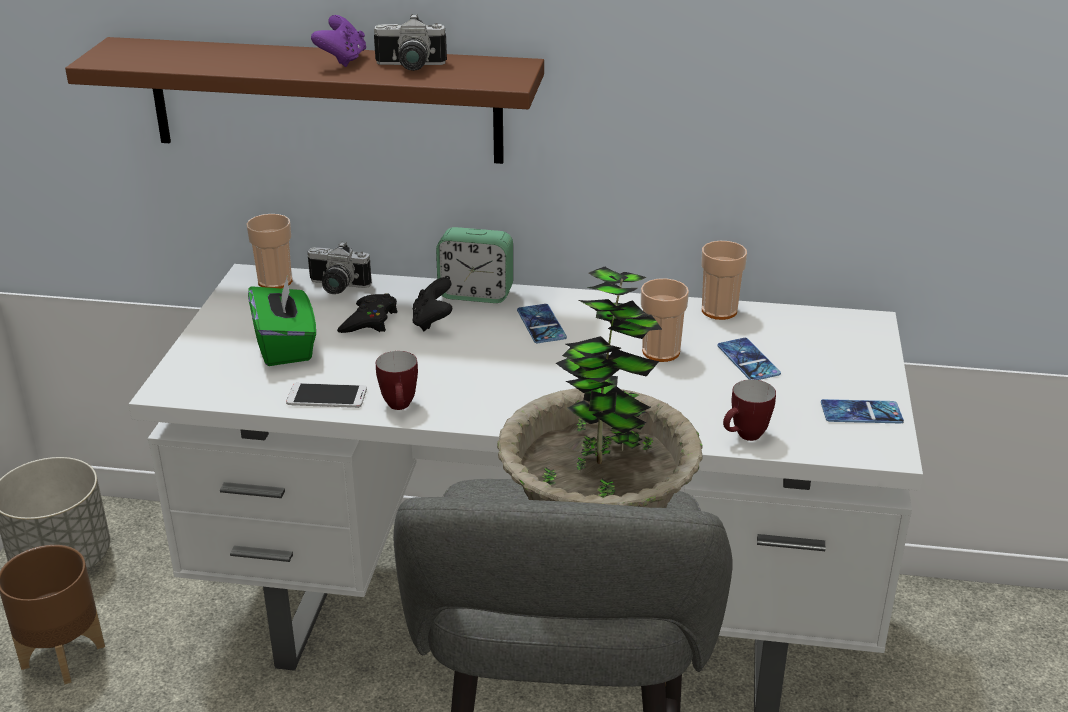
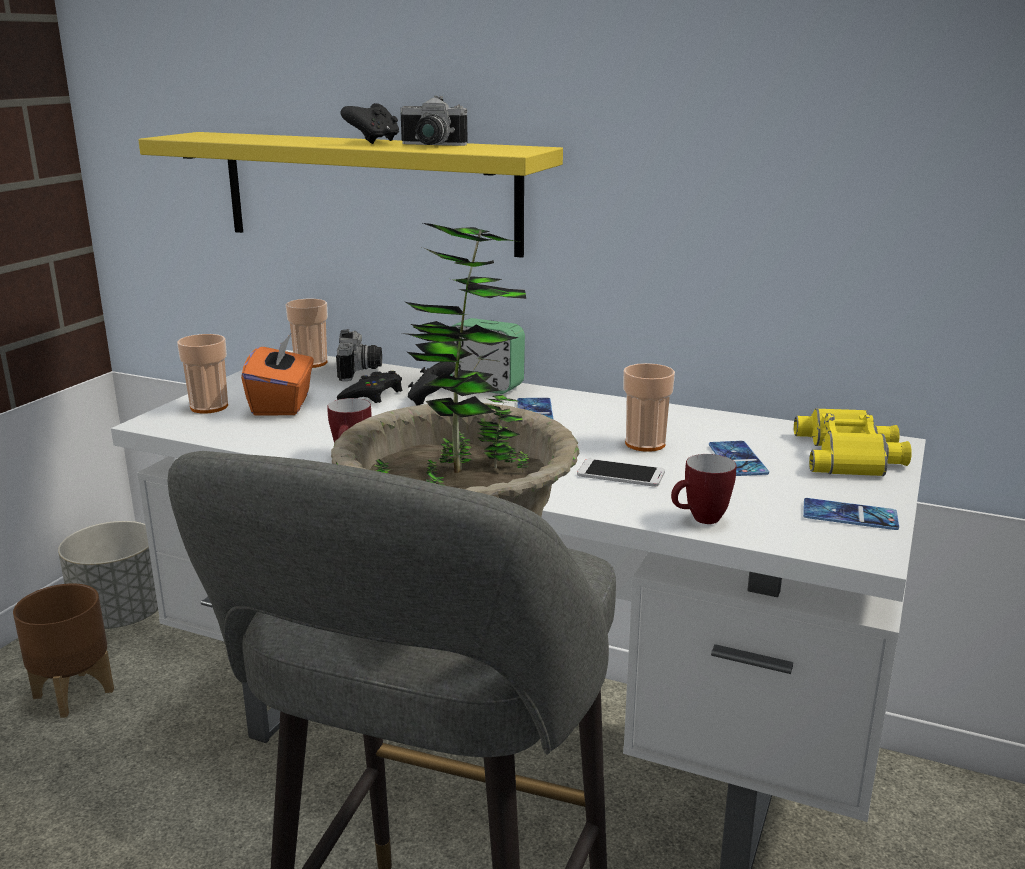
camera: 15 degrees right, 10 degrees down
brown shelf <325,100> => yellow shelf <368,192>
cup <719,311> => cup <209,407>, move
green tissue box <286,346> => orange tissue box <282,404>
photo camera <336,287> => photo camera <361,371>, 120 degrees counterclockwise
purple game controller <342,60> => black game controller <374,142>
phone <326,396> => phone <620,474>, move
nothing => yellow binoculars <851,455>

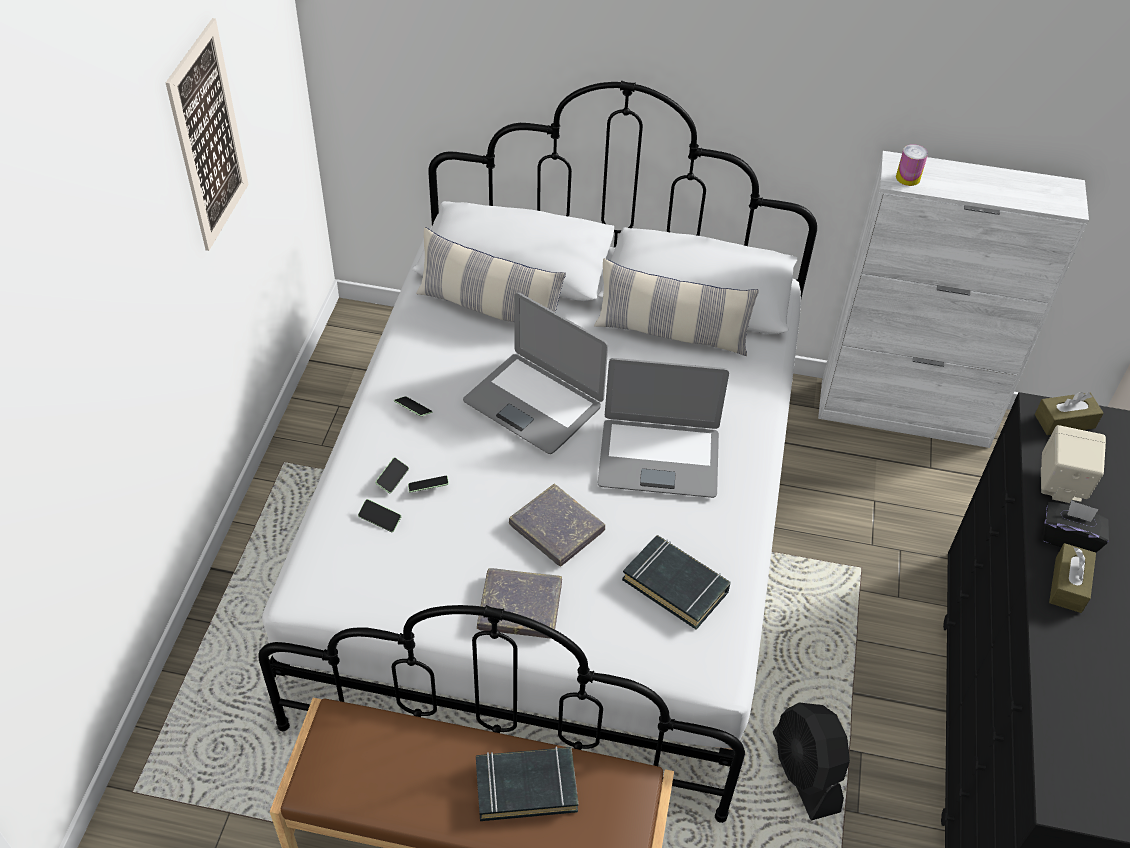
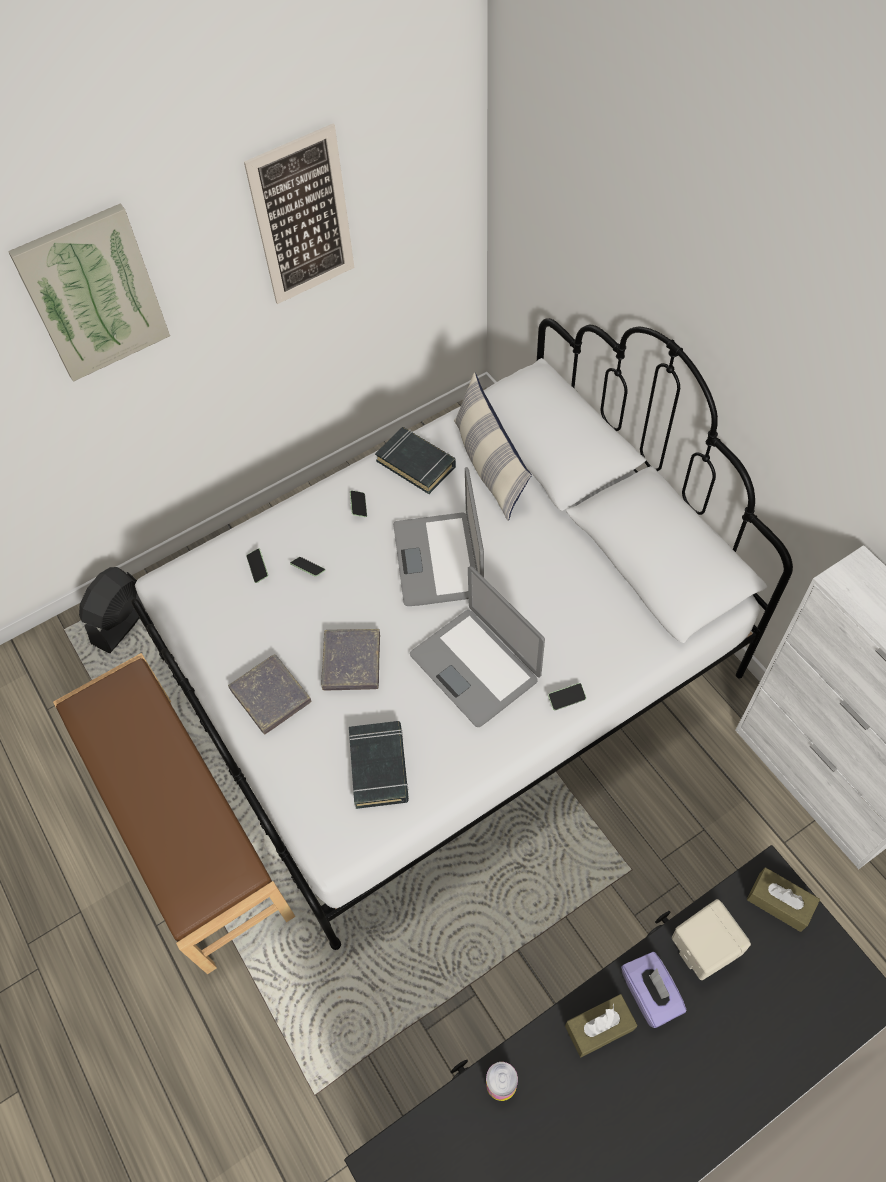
camera: 50 degrees right, 10 degrees up
nothing => picture <93,294>
black fan <805,772> => black fan <122,621>, move
black book <526,786> => black book <416,463>, move
can <907,178> => can <501,1083>, move
phone <392,479> => phone <566,699>, move
black tissue box <1068,537> => purple tissue box <650,993>
pillow <671,333> => nothing

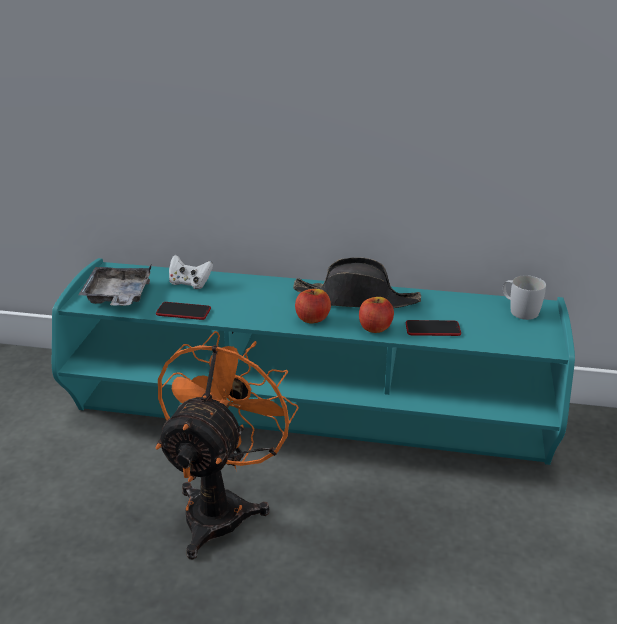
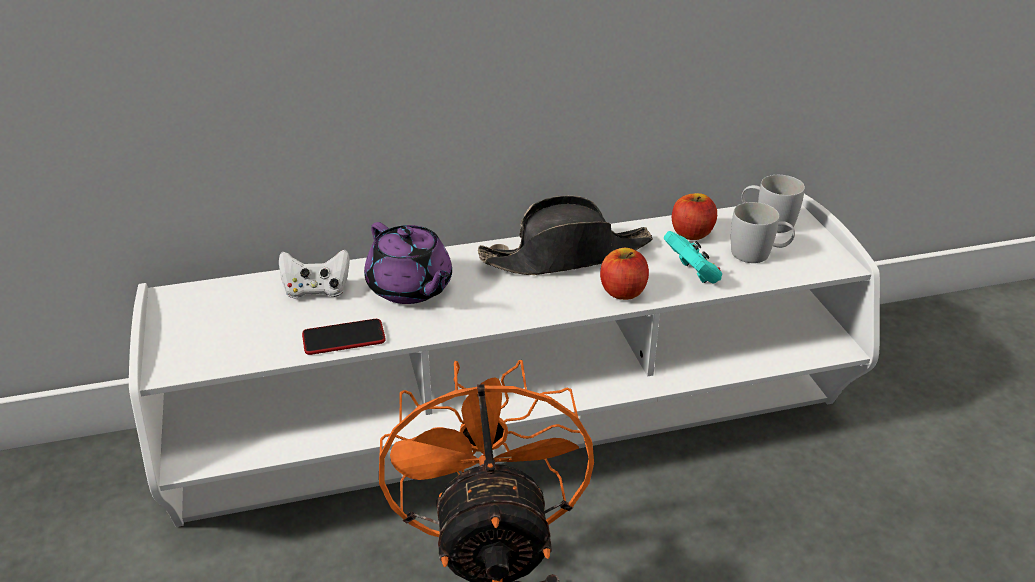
camera: 25 degrees left, 5 degrees up
turquoise tv stand <309,418> => white tv stand <518,432>
nothing => purple teapot <410,288>
phone <432,329> => turquoise game controller <692,274>
apple <312,319> => apple <691,233>, move
nothing => white mug <758,254>
grey tray <118,297> => nothing

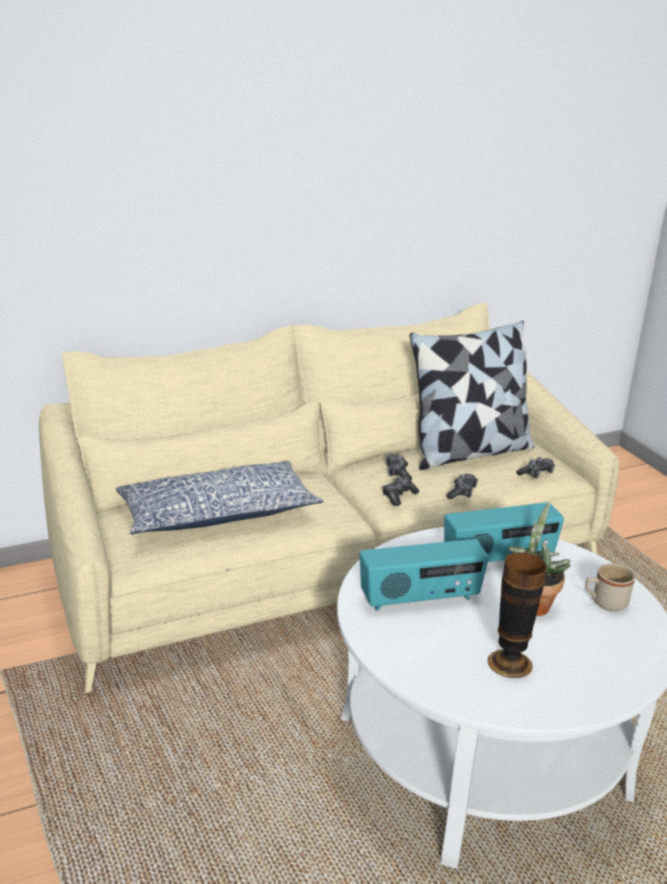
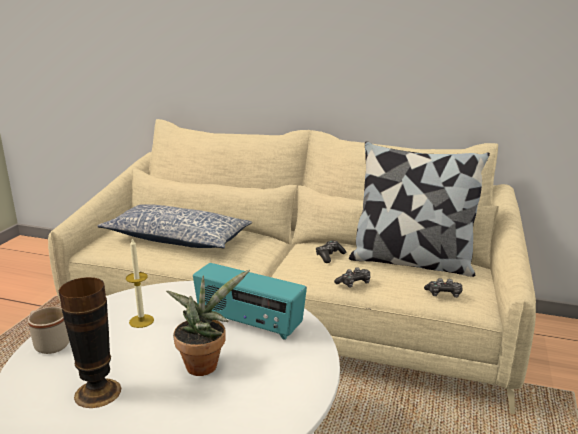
camera: 45 degrees right, 5 degrees down
beige mug <604,603> => beige mug <49,343>, move
radio <420,599> => candle <141,321>
game controller <398,496> => nothing

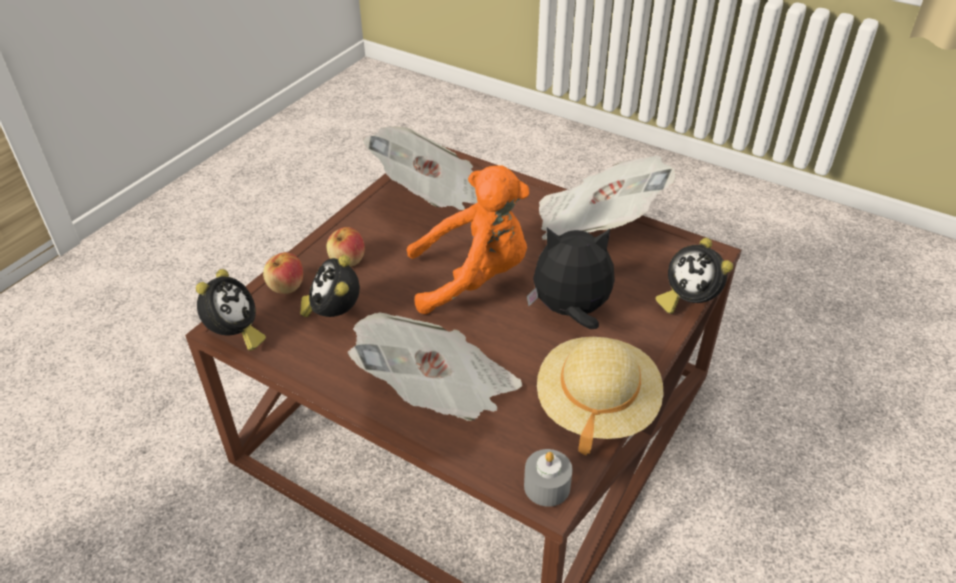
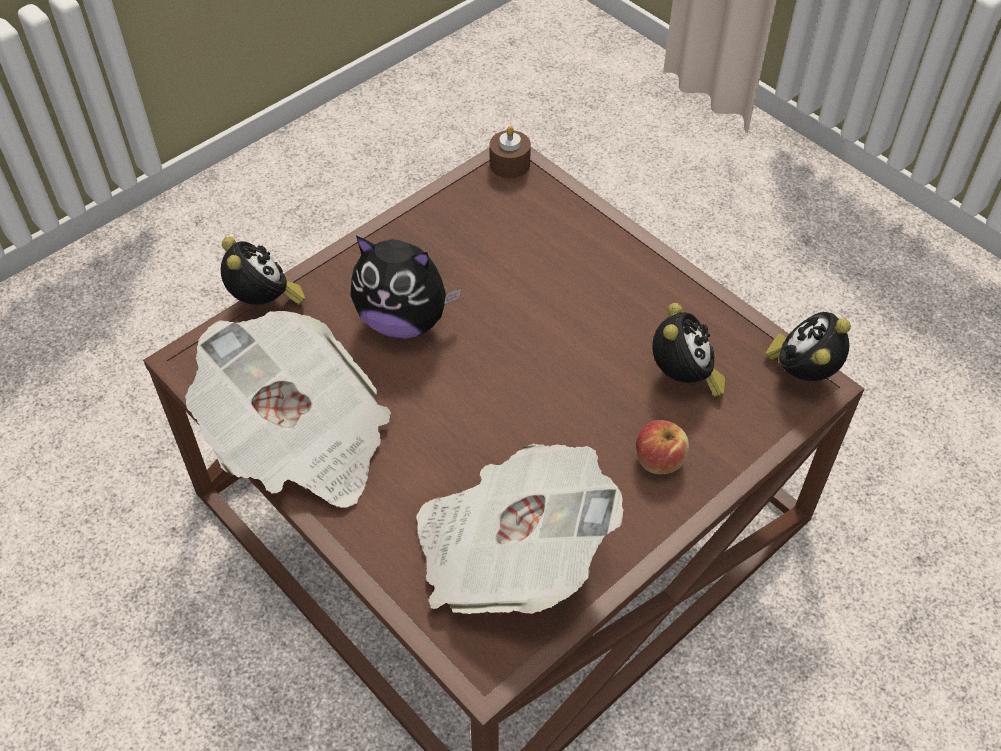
camera: 165 degrees left, 10 degrees up
grey candle <547,486> => brown candle <509,164>
apple <286,286> => nothing
newspaper <440,393> => nothing
orange plush toy <474,278> => nothing
beige hat <596,406> => nothing

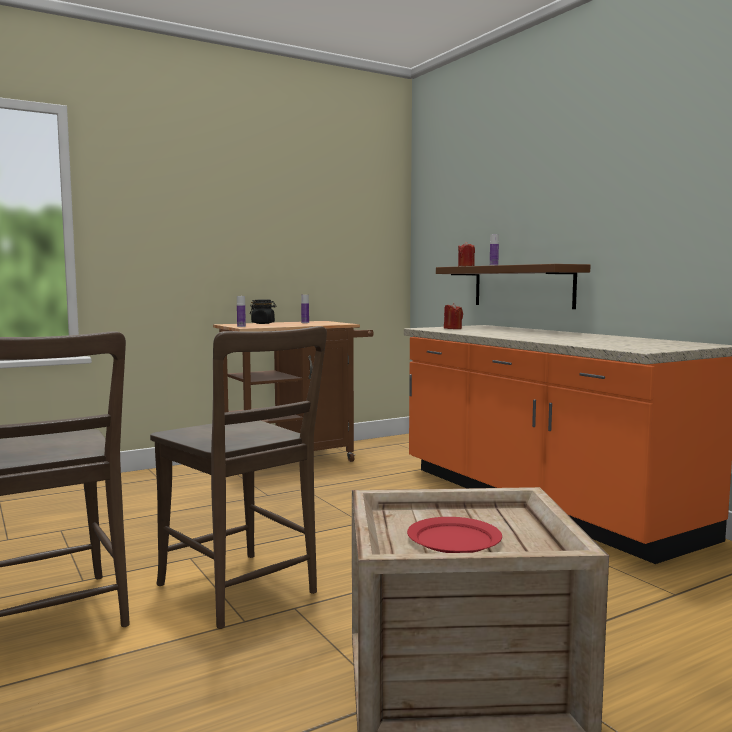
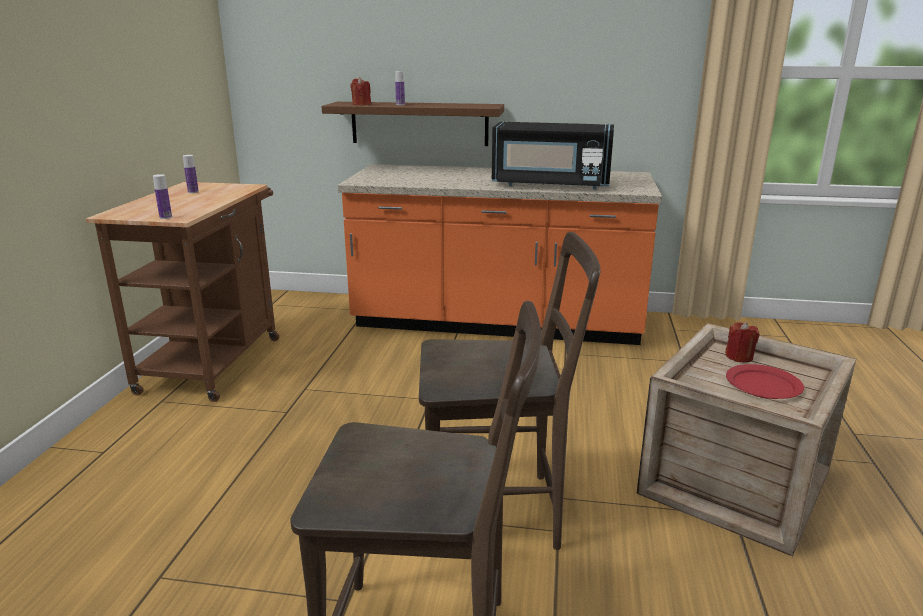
camera: 50 degrees left, 15 degrees up
nothing => black microwave <550,184>
red candle <452,328> => red candle <739,357>, move
black jar <263,323> => nothing

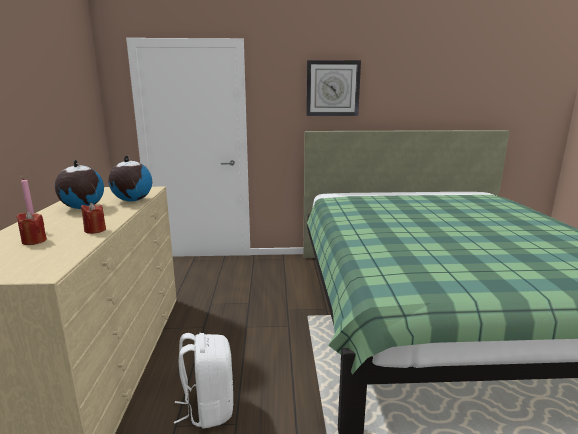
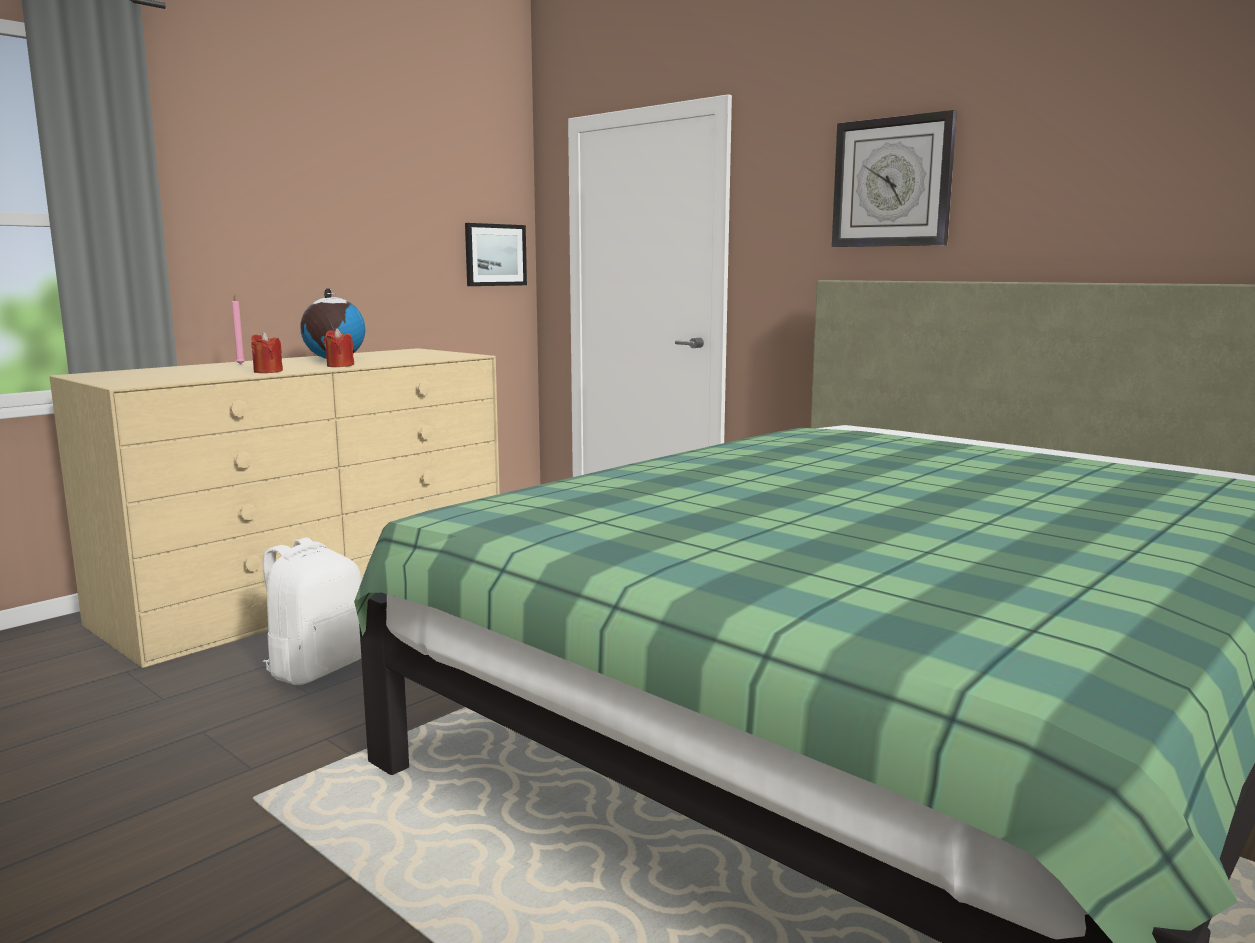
camera: 45 degrees right, 5 degrees down
red candle <34,241> => red candle <340,366>, move
nothing => picture <495,255>
globe <132,200> => nothing

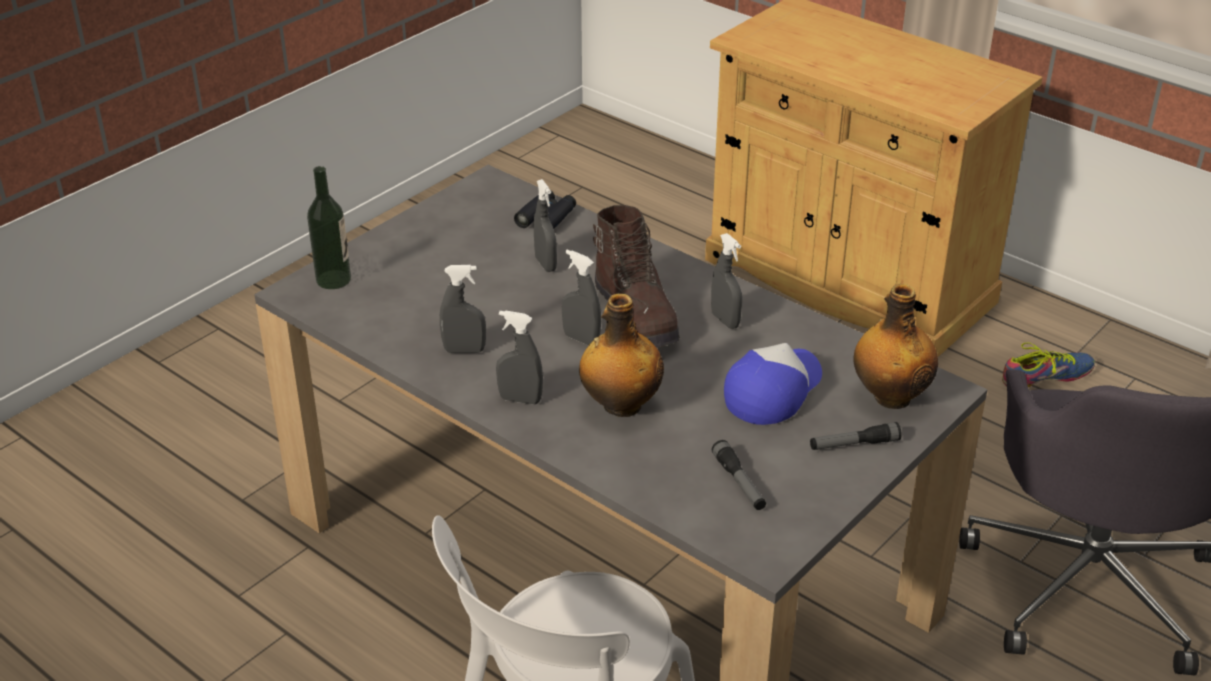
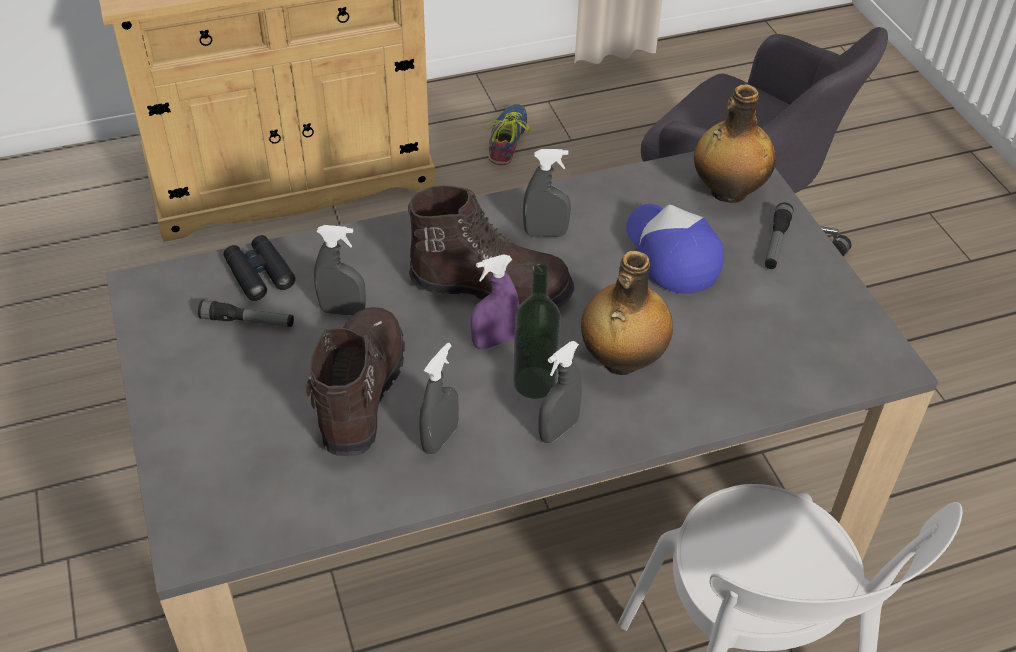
camera: 60 degrees left, 10 degrees up
flashlight <739,482> => flashlight <247,321>, move
nothing => brown boot <360,393>
grey spray bottle <581,339> => purple spray bottle <494,341>
bottle <333,279> => bottle <534,382>, move

